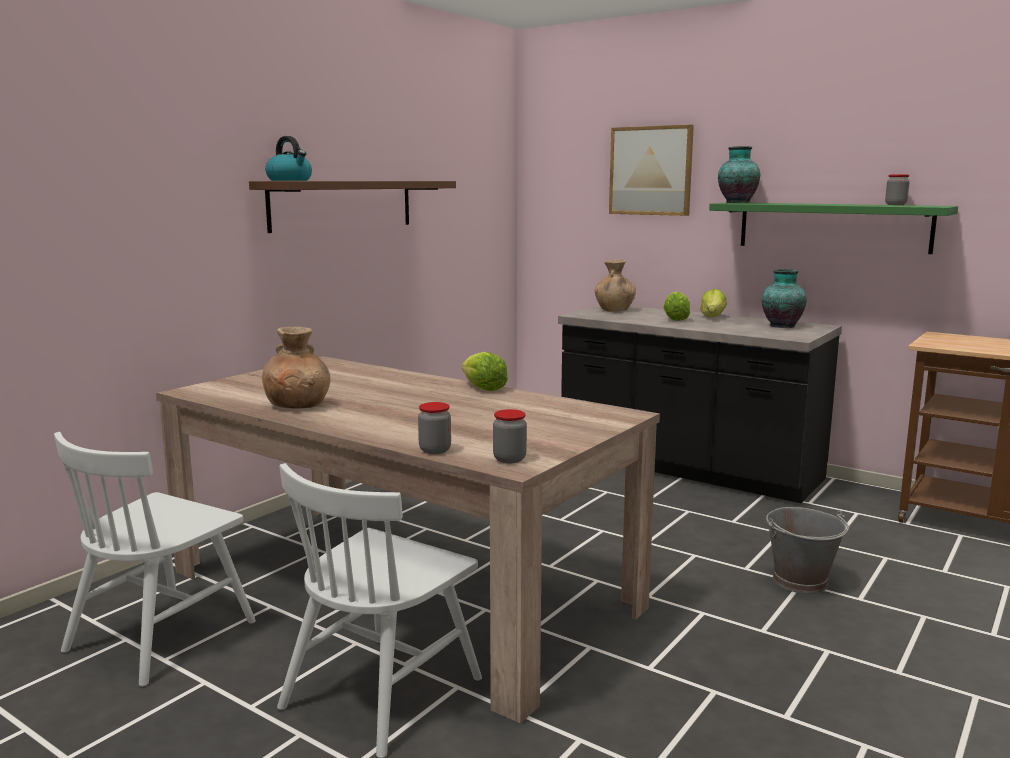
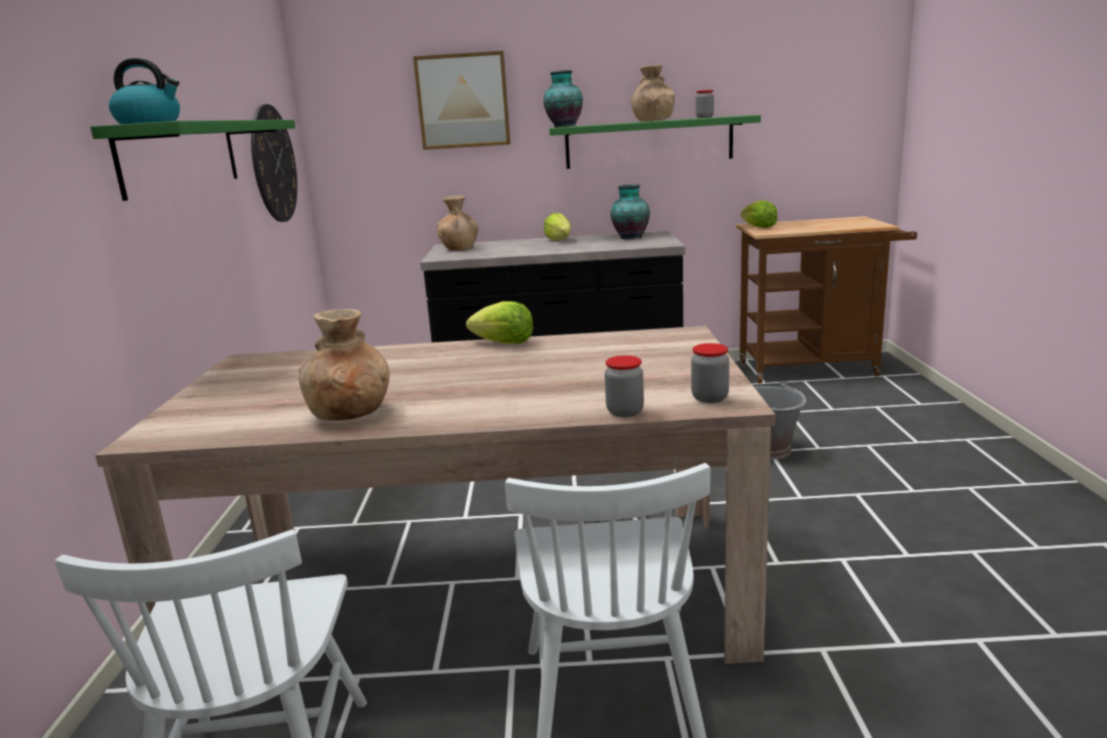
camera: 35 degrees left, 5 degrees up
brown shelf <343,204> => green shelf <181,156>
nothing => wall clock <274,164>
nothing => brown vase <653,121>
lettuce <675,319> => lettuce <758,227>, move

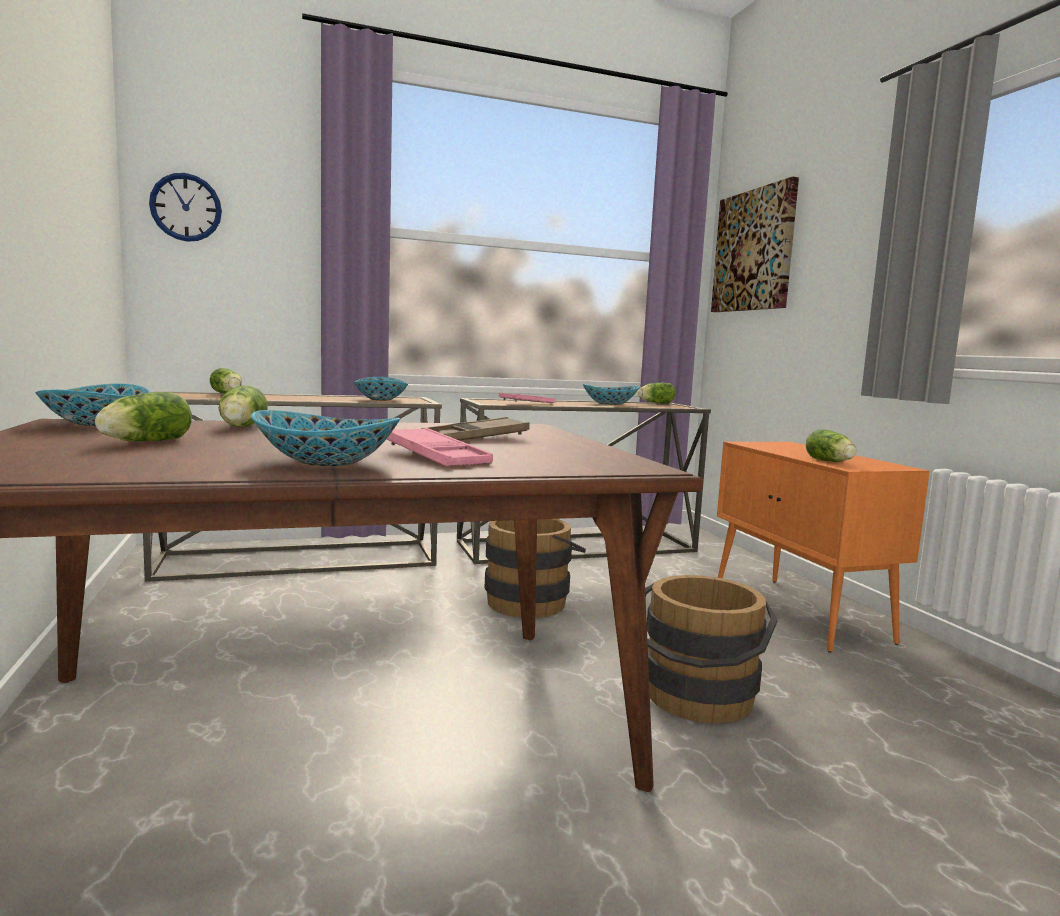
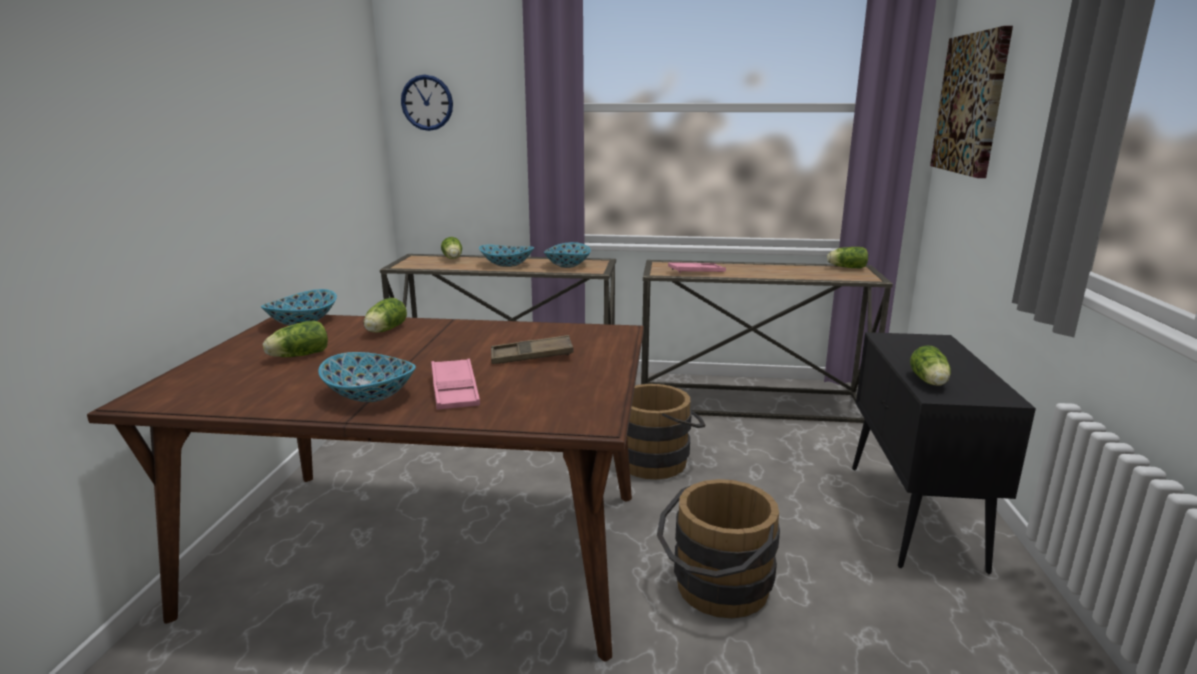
camera: 25 degrees right, 10 degrees up
bowl <609,404> => bowl <507,264>, move
orange cabinet <800,613> => black cabinet <913,516>

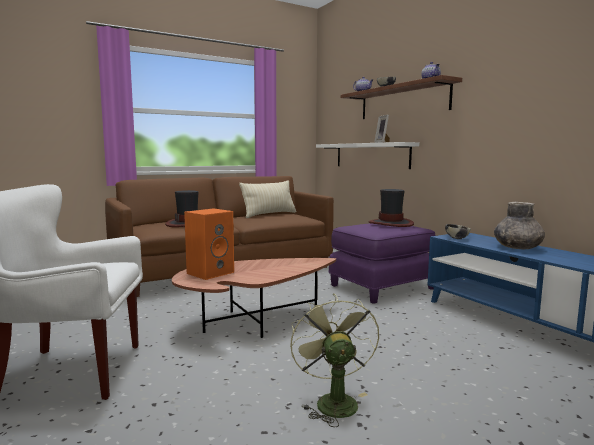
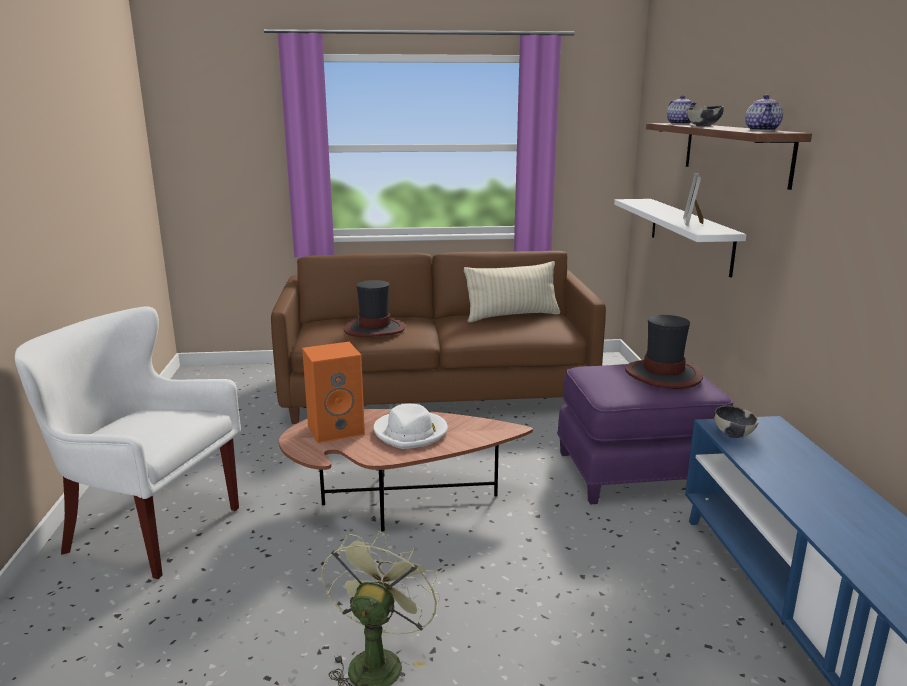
camera: 25 degrees right, 10 degrees up
nothing => white hat <411,432>
grey vase <517,247> => nothing

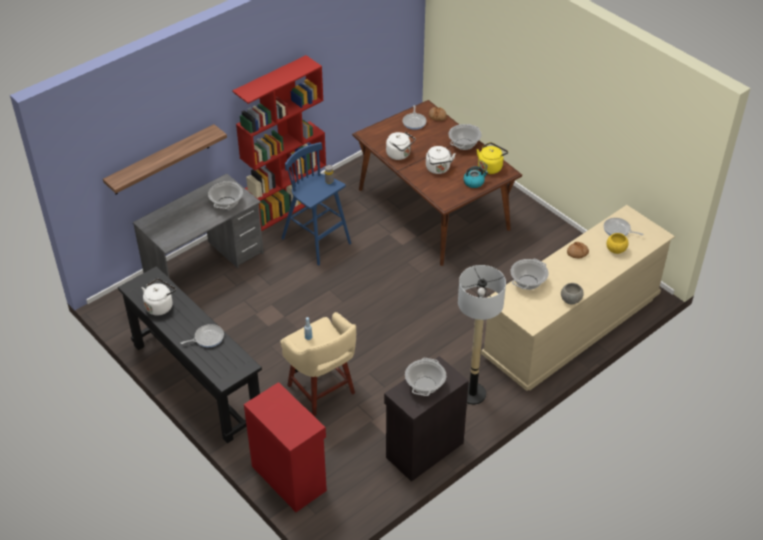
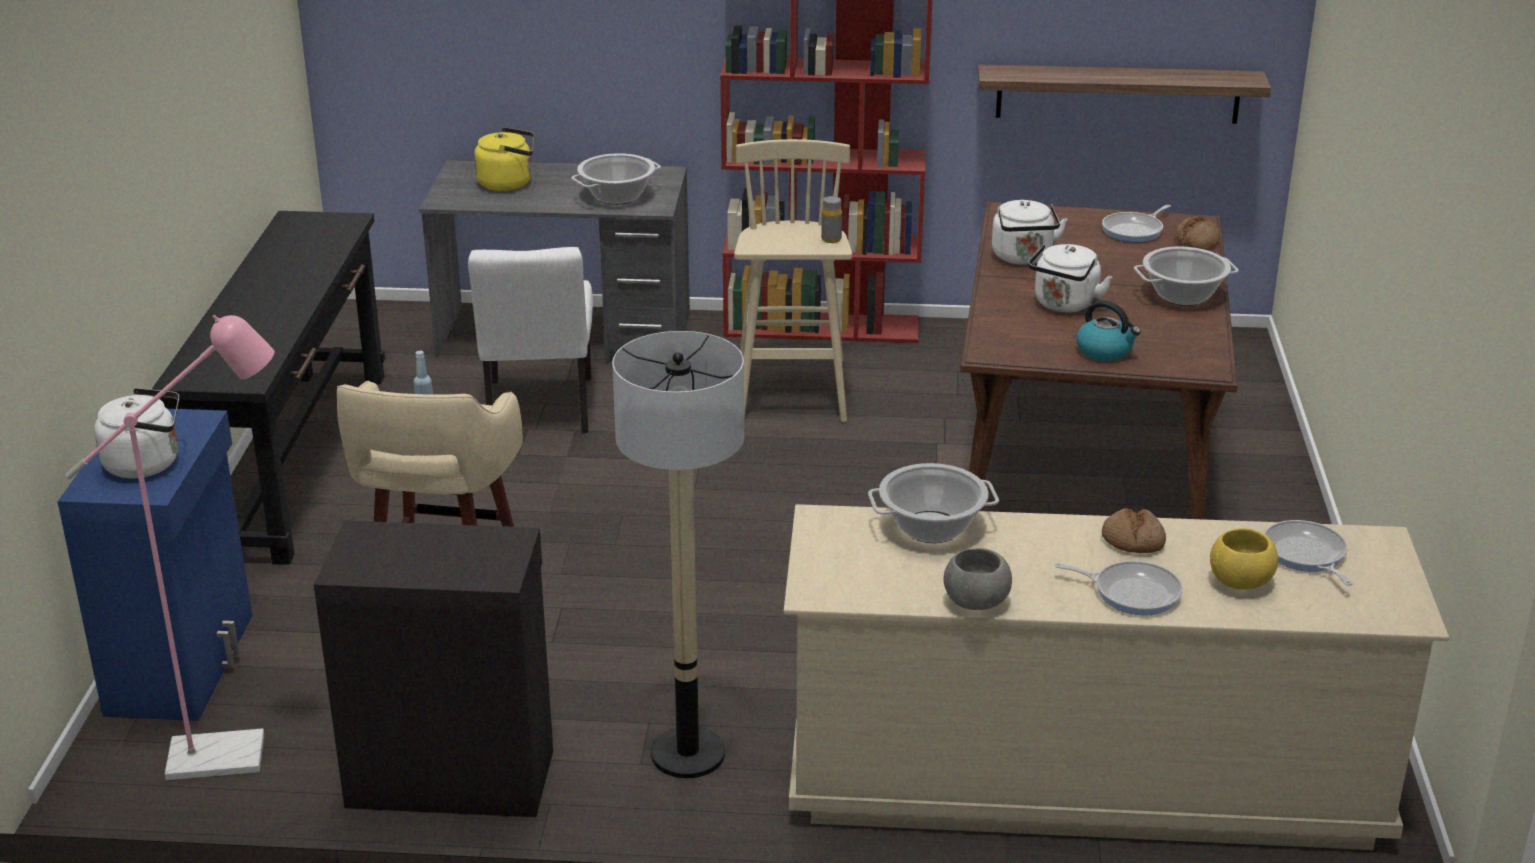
camera: 45 degrees right, 15 degrees down
red cabinet <289,477> => blue cabinet <184,663>
nothing => pink floor lamp <235,755>
white kettle <160,306> => white kettle <147,463>, move
nothing => white chair <539,412>
yellow kettle <490,167> => yellow kettle <509,183>, move
blue stool <317,241> => beige stool <791,392>
shelf <161,160> => shelf <1118,94>, move
frying pan <207,338> => frying pan <1132,592>, move
cooking pot <425,385> => nothing

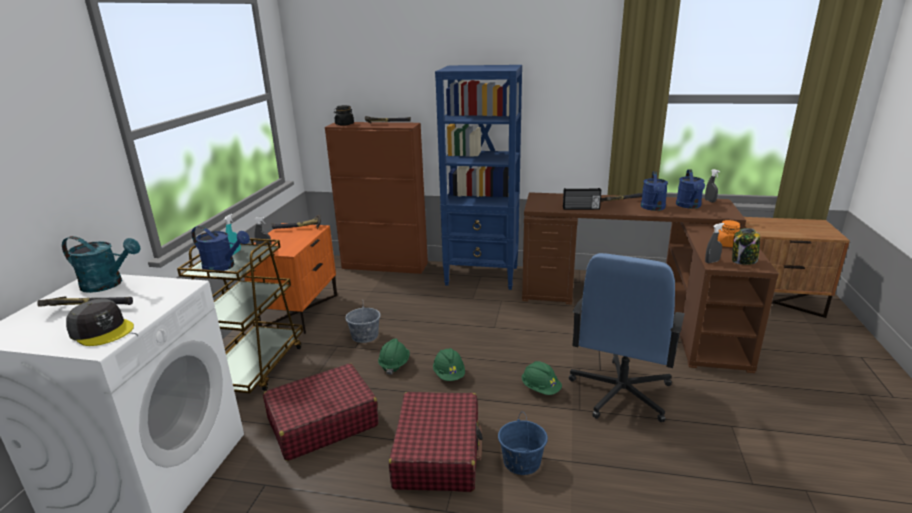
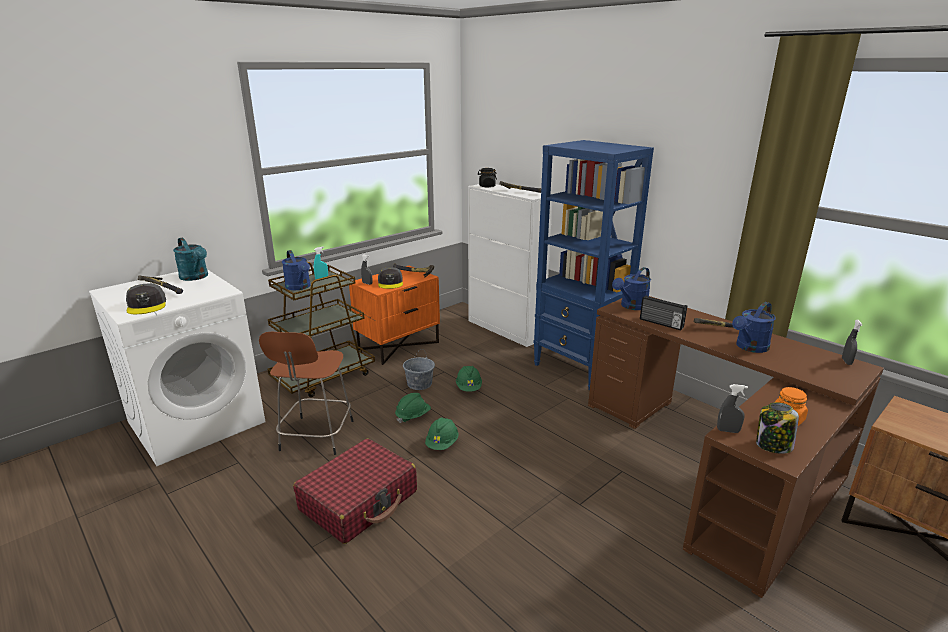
camera: 35 degrees right, 0 degrees up
red suitcase <322,422> => brown stool <316,437>
nothing => grey cap <390,283>
green hard hat <540,389> => green hard hat <469,388>, move
brown cabinet <385,265> => white cabinet <505,329>
blue watering can <689,206> => blue watering can <631,306>, move
blue bucket <521,461> => nothing
blue office chair <620,393> => nothing

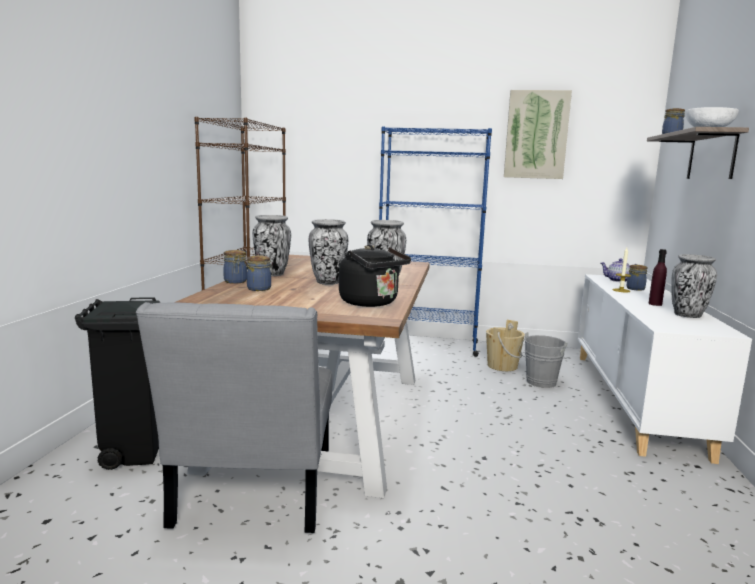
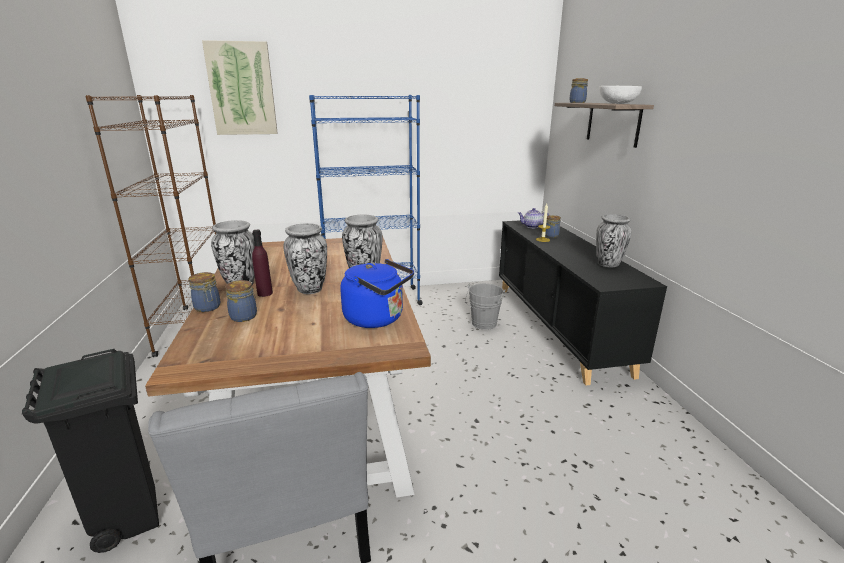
camera: 20 degrees left, 10 degrees up
picture <536,135> => picture <242,89>, move
purple bottle <655,304> => purple bottle <265,293>, move
black kettle <372,303> => blue kettle <377,319>
white cabinet <634,400> => black cabinet <558,327>
beige bucket <502,366> => nothing

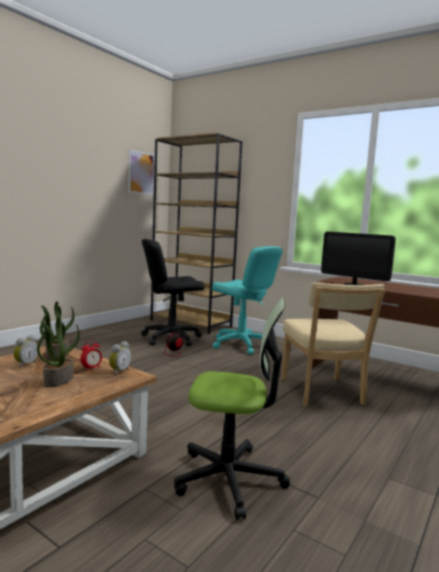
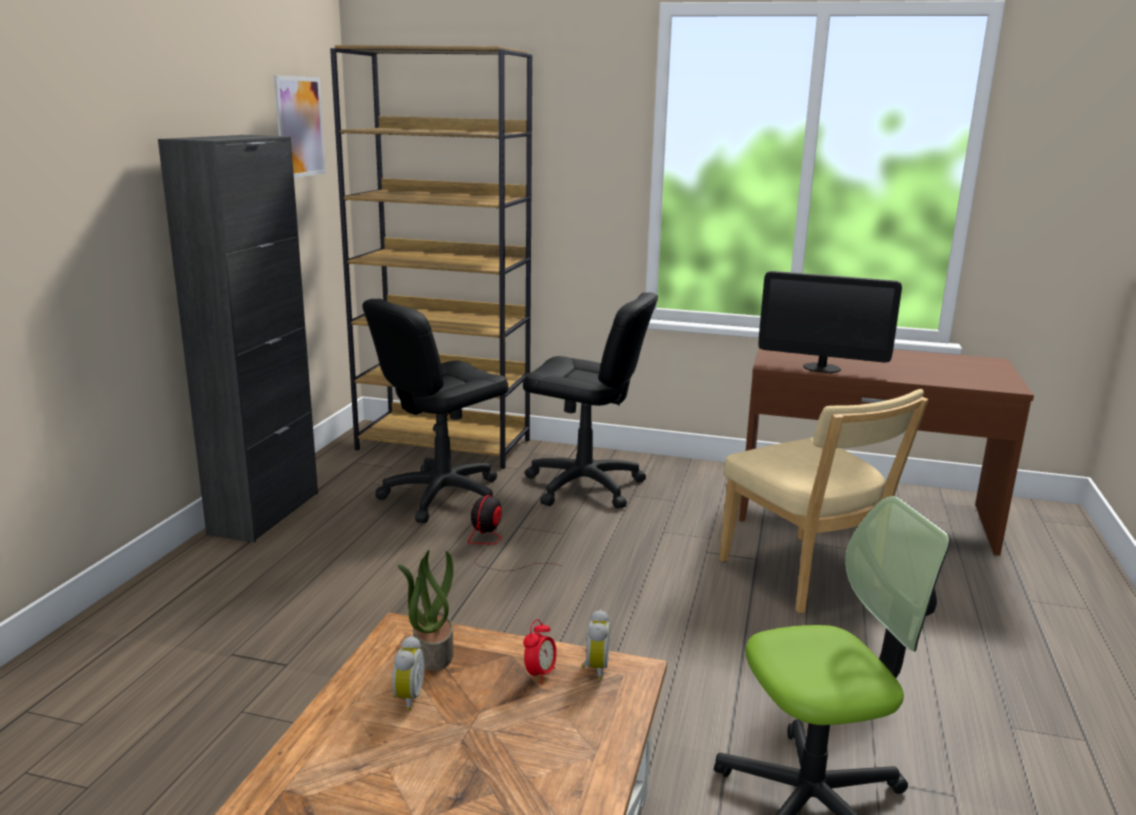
camera: 20 degrees left, 10 degrees up
nothing => black cabinet <265,513>
turquoise office chair <241,344> => black office chair <584,486>
potted plant <58,380> => nothing

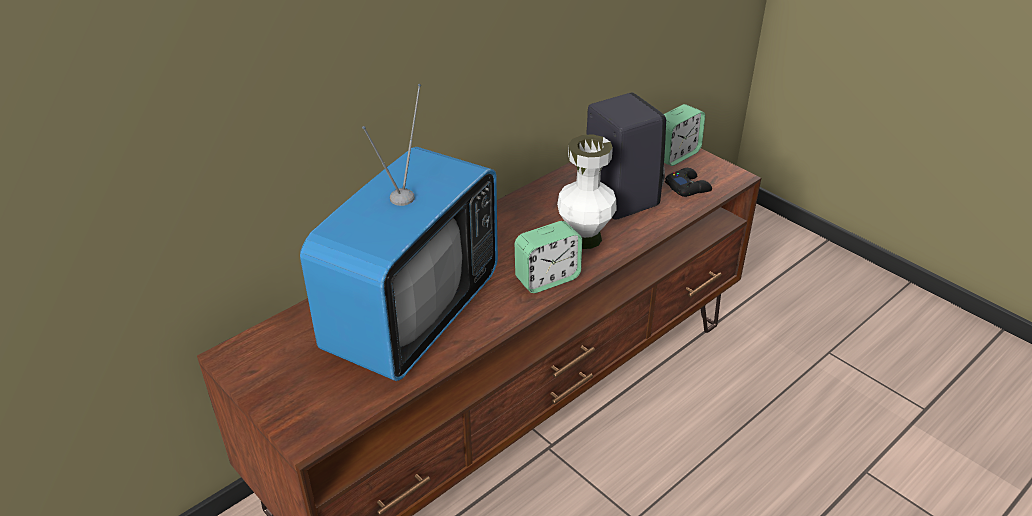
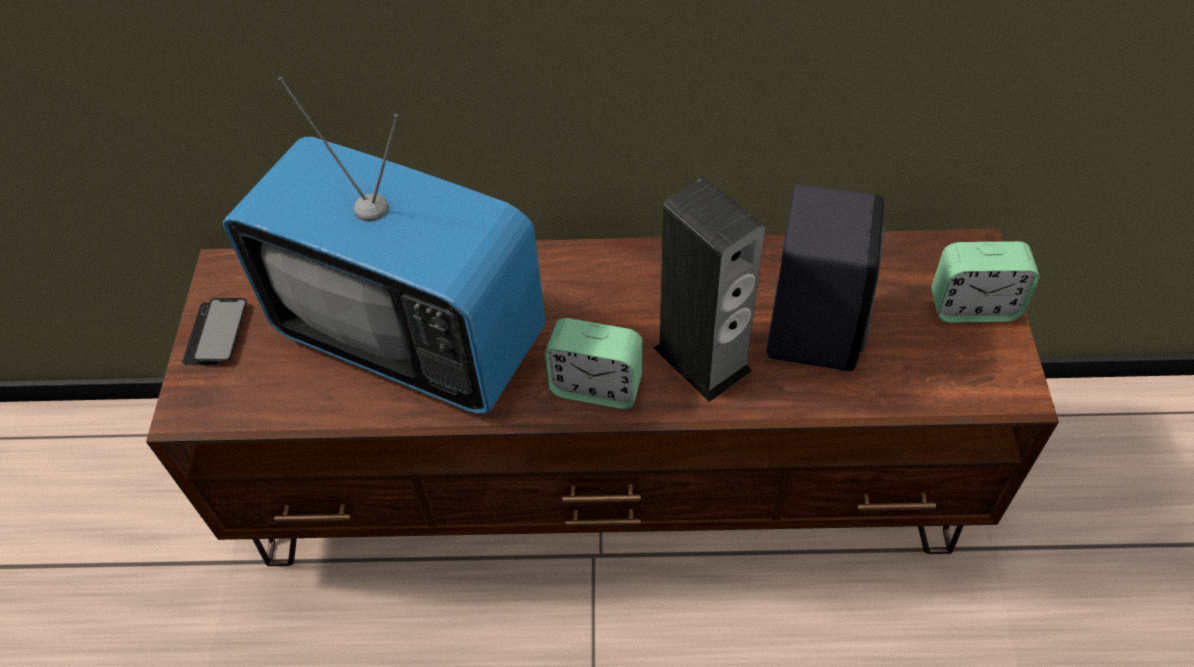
camera: 45 degrees right, 15 degrees up
nothing => phone <216,333>
television <412,316> => television <412,337>, 45 degrees clockwise
white vase <584,238> => speaker <702,359>
black game controller <687,187> => nothing

